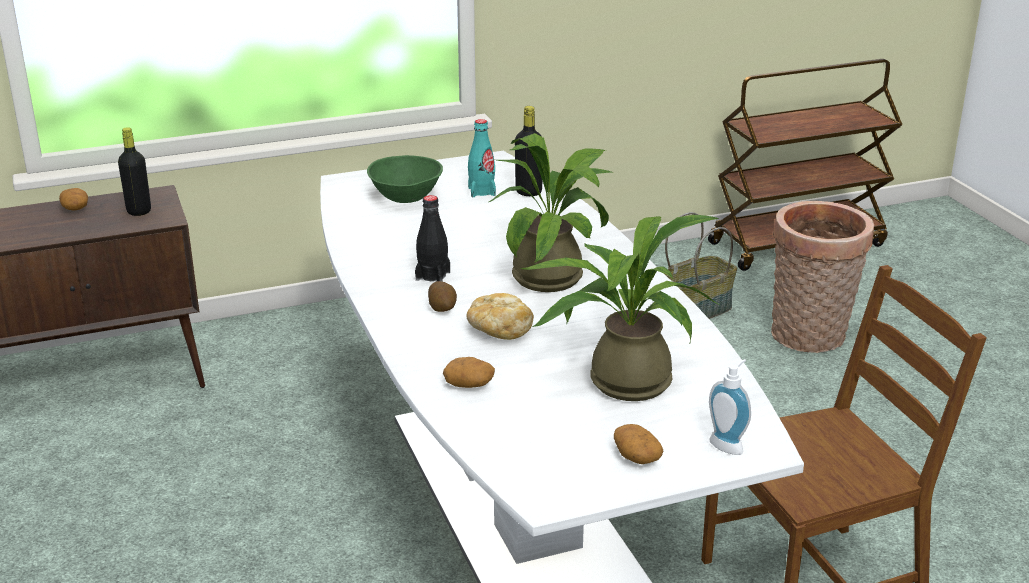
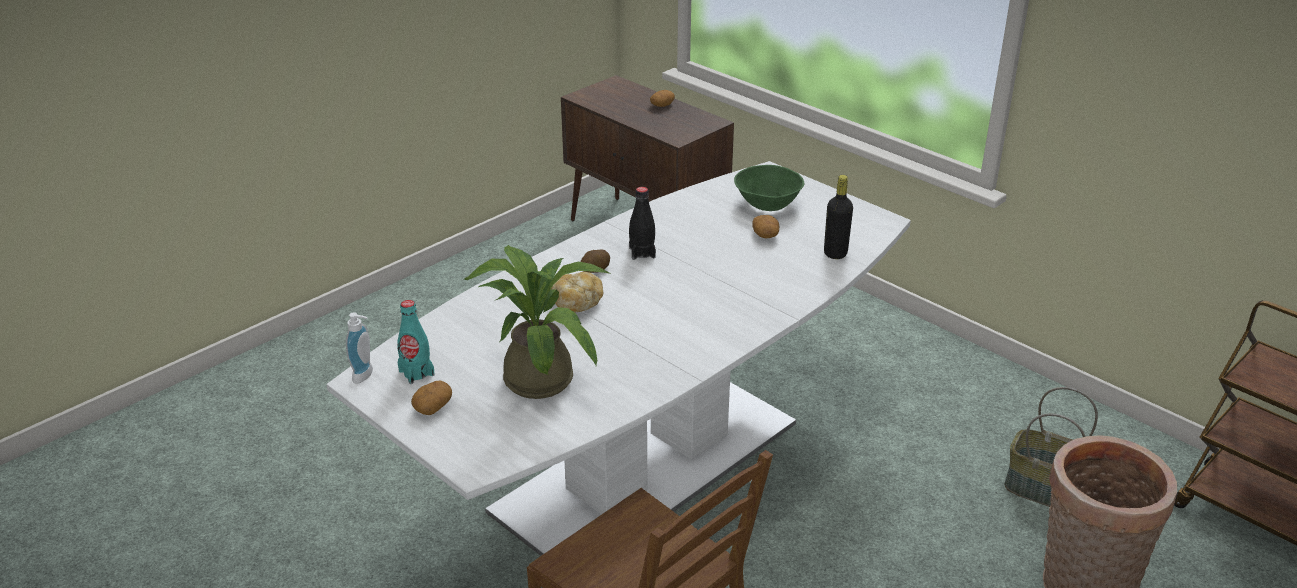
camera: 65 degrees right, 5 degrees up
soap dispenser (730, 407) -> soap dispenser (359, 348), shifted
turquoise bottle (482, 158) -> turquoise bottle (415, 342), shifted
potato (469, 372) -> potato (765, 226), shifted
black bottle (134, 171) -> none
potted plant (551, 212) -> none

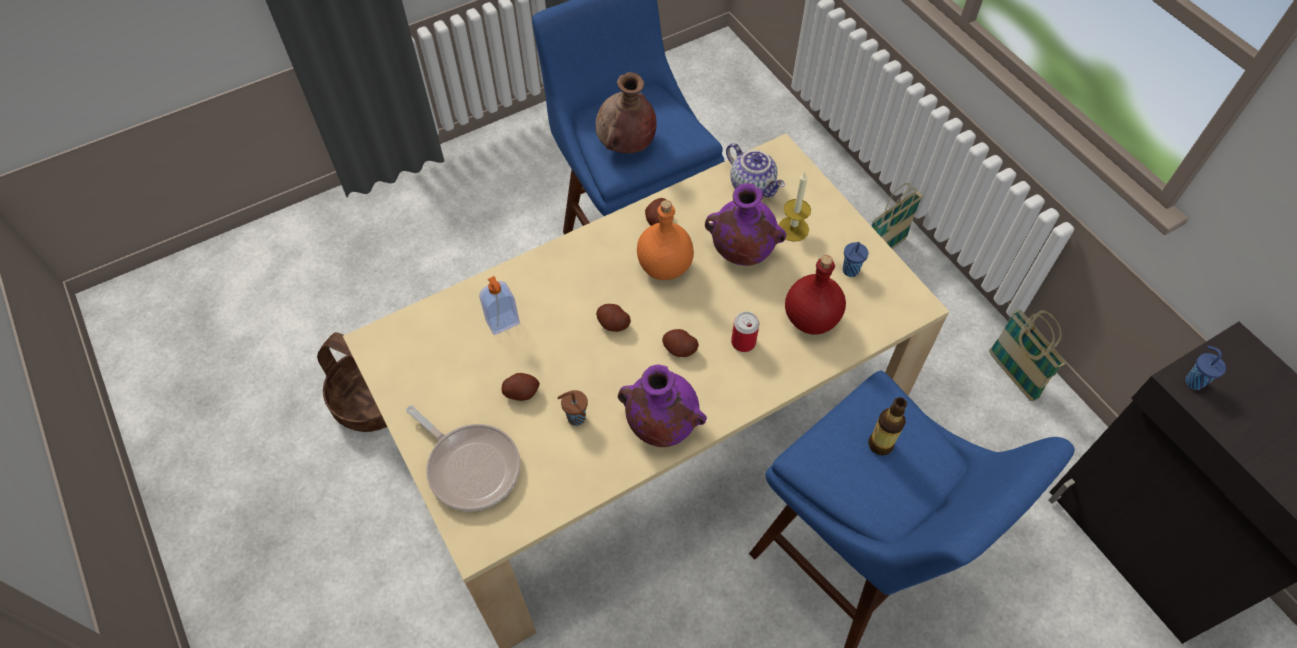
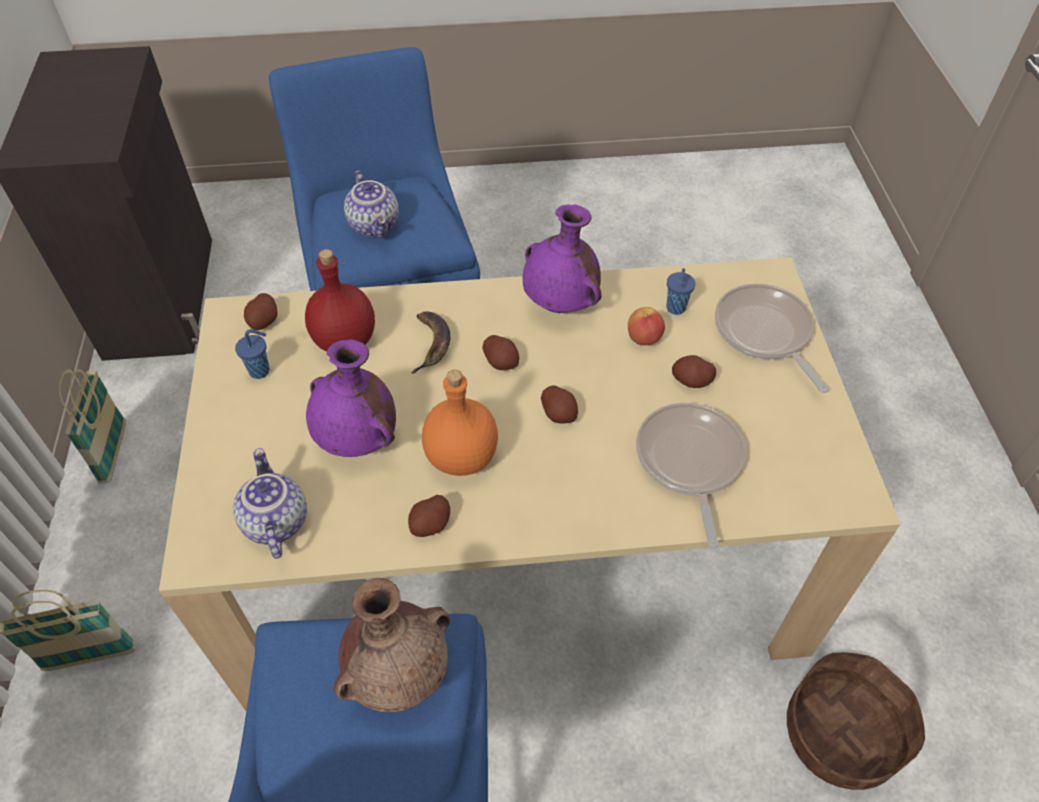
camera: 155 degrees left, 5 degrees down
none -> potato (260, 311)
bottle (887, 426) -> teapot (371, 204)
can (745, 332) -> banana (430, 342)
brown cup (572, 408) -> apple (646, 326)
soap dispenser (499, 305) -> frying pan (691, 476)
blue cup (1205, 368) -> blue cup (681, 291), shifted
candle (795, 207) -> none

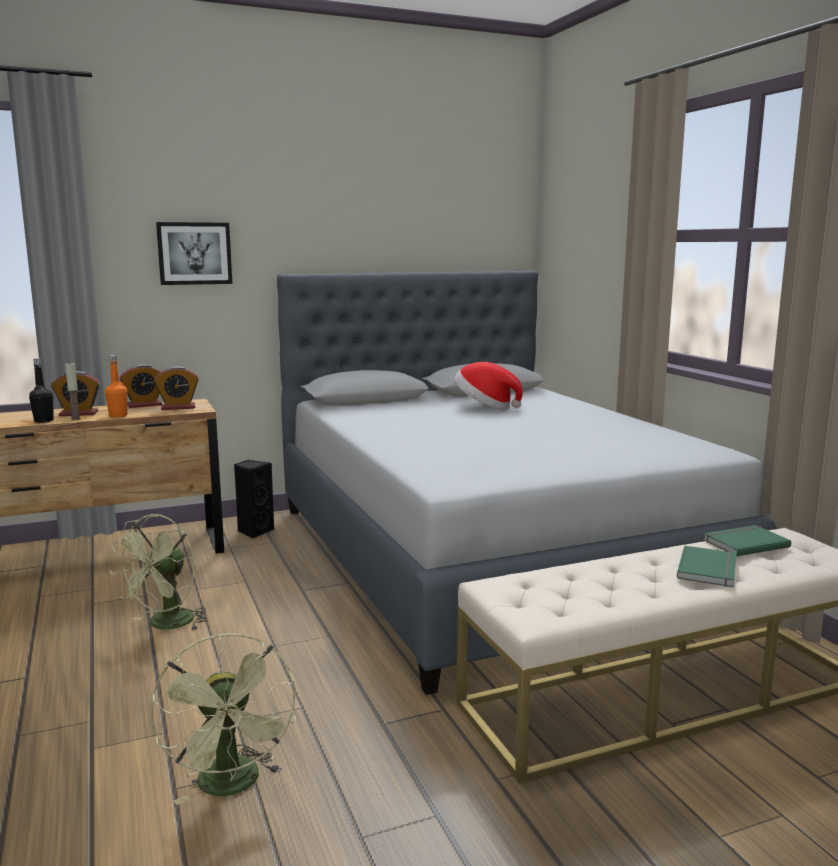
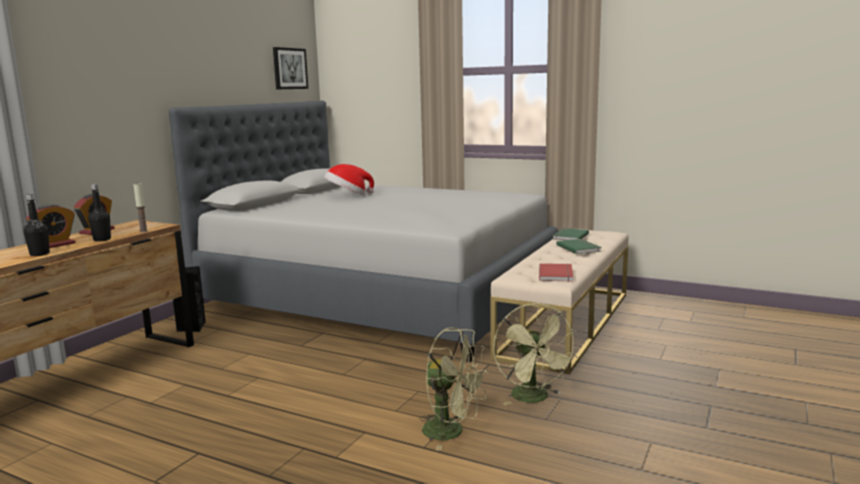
camera: 40 degrees left, 0 degrees up
orange bottle (116, 386) -> black bottle (99, 213)
candle (73, 391) -> candle (140, 207), shifted
picture (194, 253) -> picture (290, 68), shifted
green fan (159, 572) -> green fan (535, 354), shifted
none -> red book (556, 272)
alarm clock (176, 388) -> none

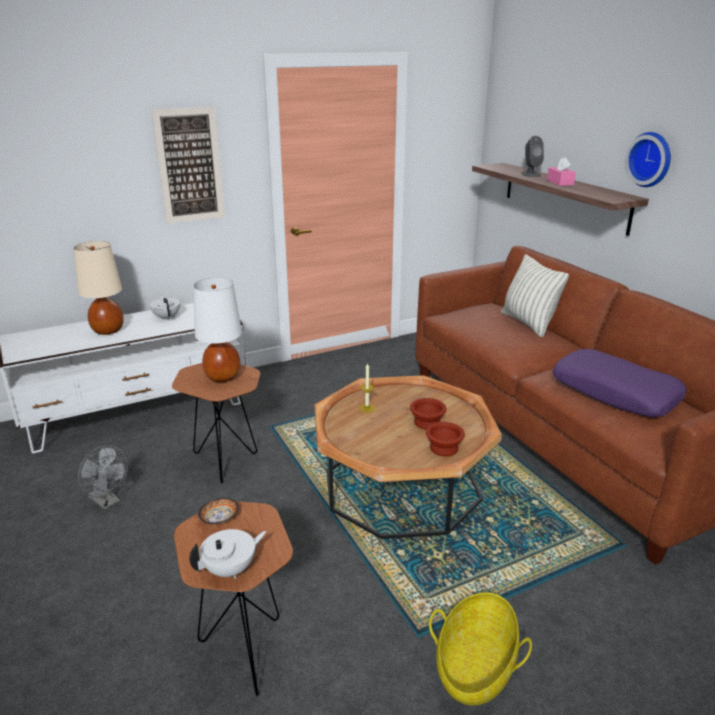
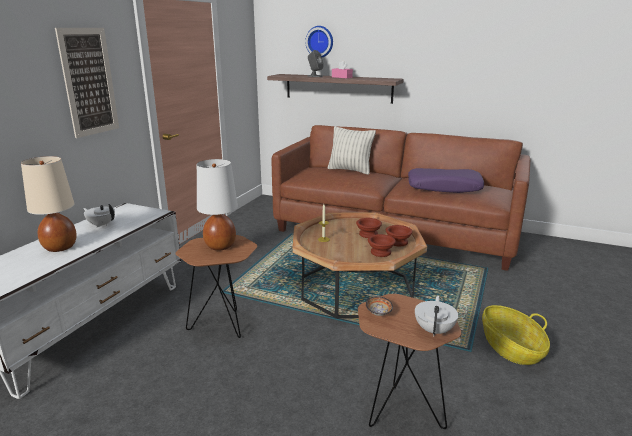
camera: 40 degrees left, 5 degrees down
wall clock (648, 159) -> wall clock (319, 41), shifted
none -> brown bowl (382, 245)
grey fan (103, 477) -> none

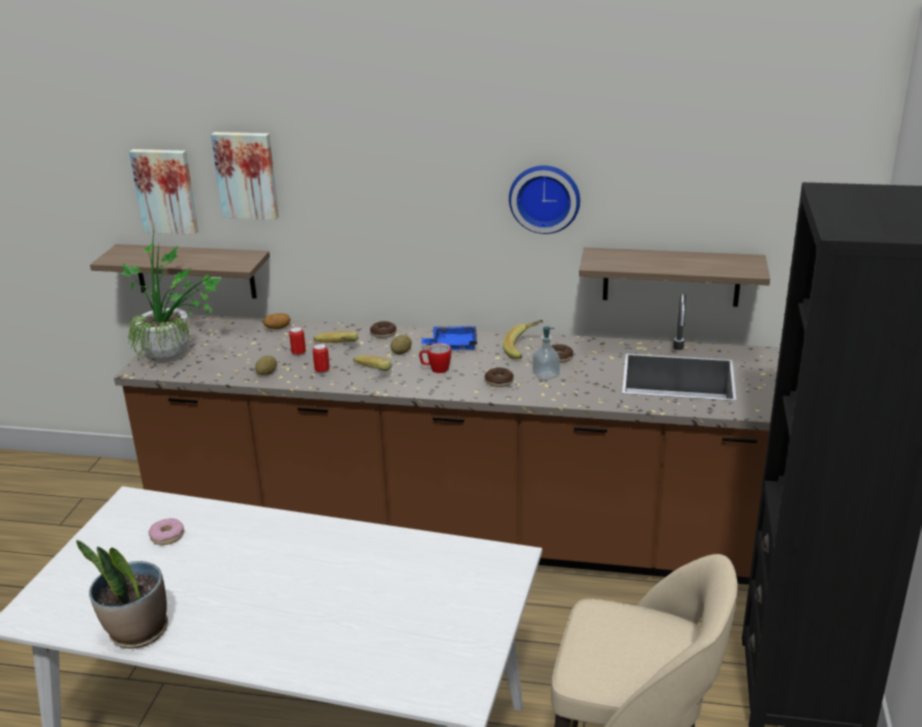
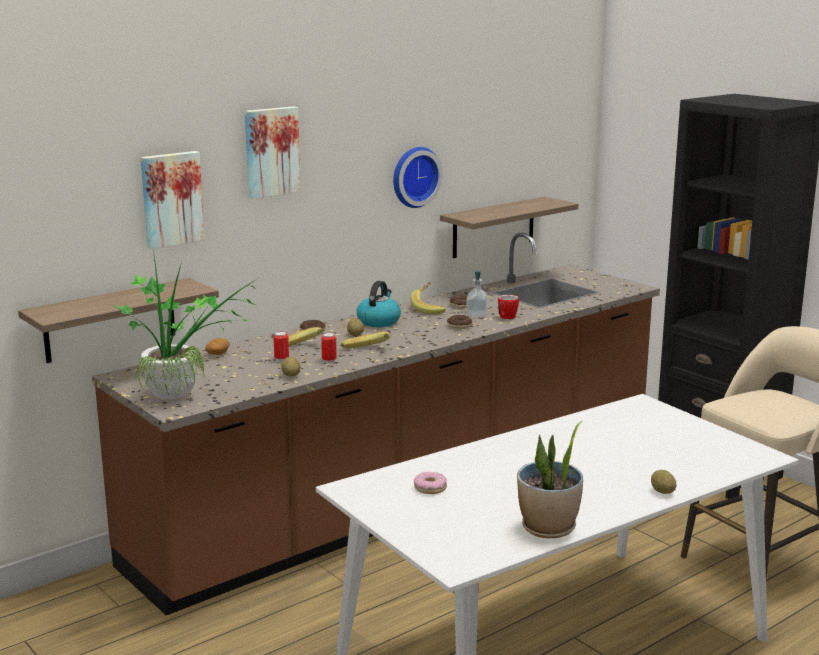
camera: 50 degrees left, 10 degrees down
picture (163, 192) -> picture (273, 152), shifted
blue tray (449, 338) -> kettle (379, 304)
mug (435, 358) -> mug (508, 307), shifted
none -> potato (663, 482)

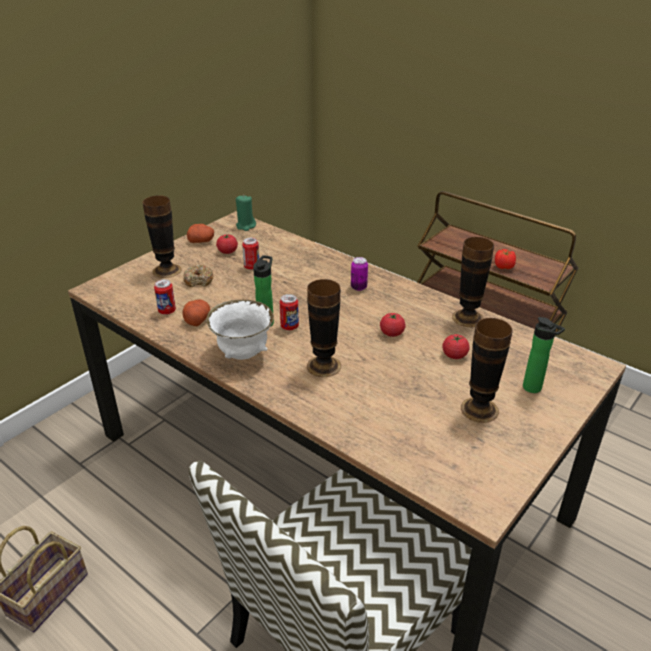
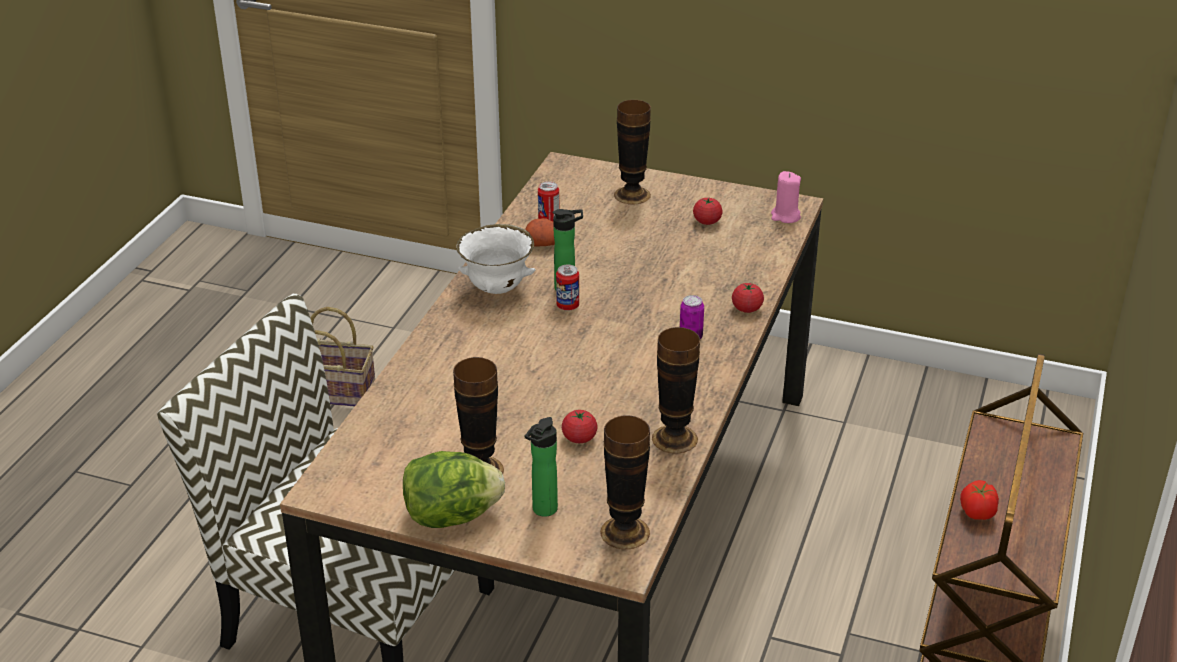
camera: 70 degrees right, 0 degrees up
none -> lettuce (454, 489)
vase (324, 328) -> vase (625, 482), shifted
tomato (393, 325) -> tomato (748, 298), shifted
green candle (246, 213) -> pink candle (786, 197)
donut (198, 276) -> none
potato (200, 233) -> none
can (250, 254) -> none

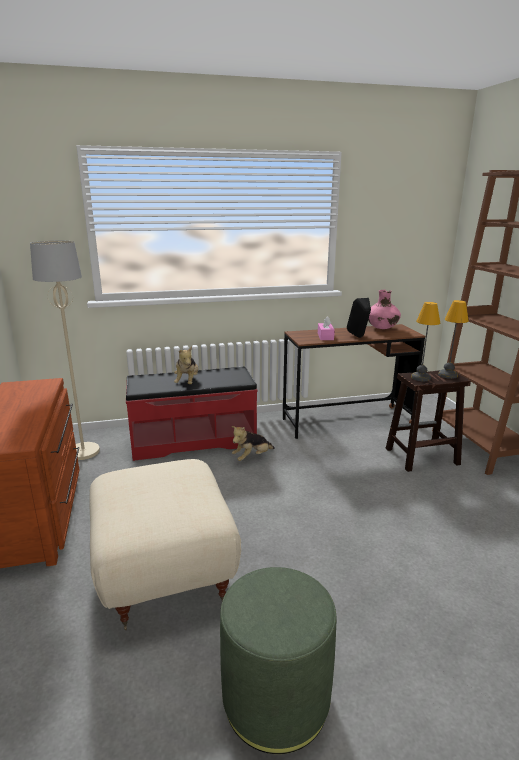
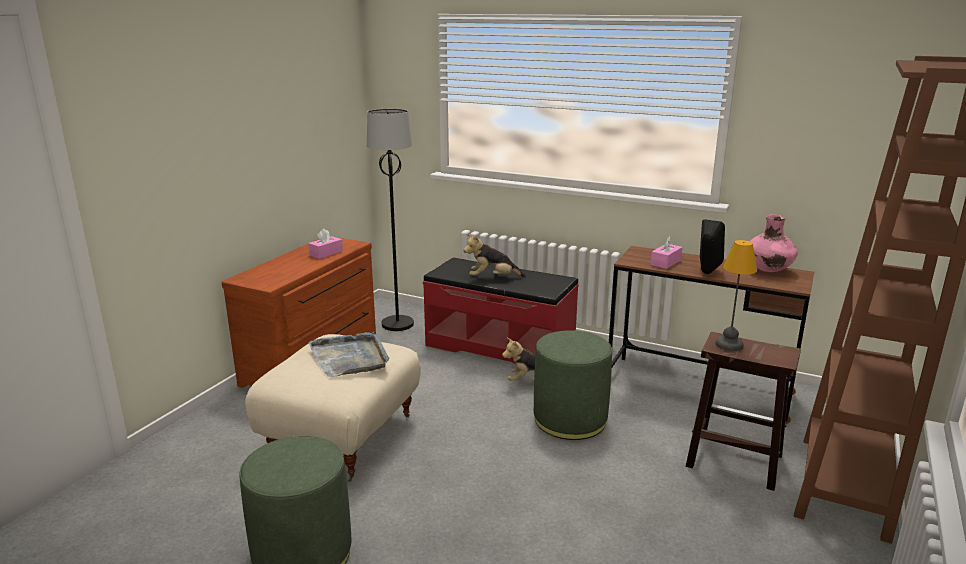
camera: 40 degrees right, 0 degrees up
none -> pink tissue box (325, 244)
none -> grey tray (349, 354)
beige floor lamp (65, 350) -> black floor lamp (390, 220)
plush toy (186, 365) -> plush toy (495, 255), 45 degrees clockwise
none -> green ottoman (573, 385)
table lamp (453, 339) -> none

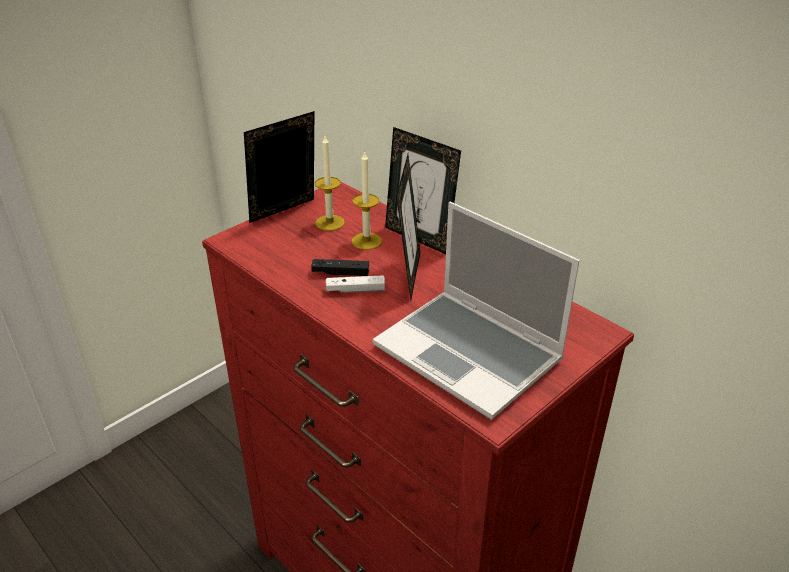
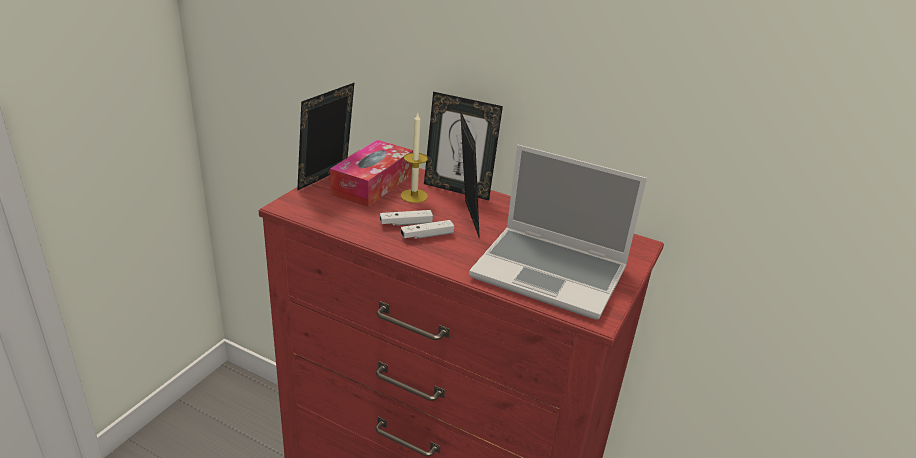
camera: 20 degrees left, 5 degrees down
candle (330, 183) -> tissue box (371, 173)
black game controller (340, 267) -> white game controller (406, 218)

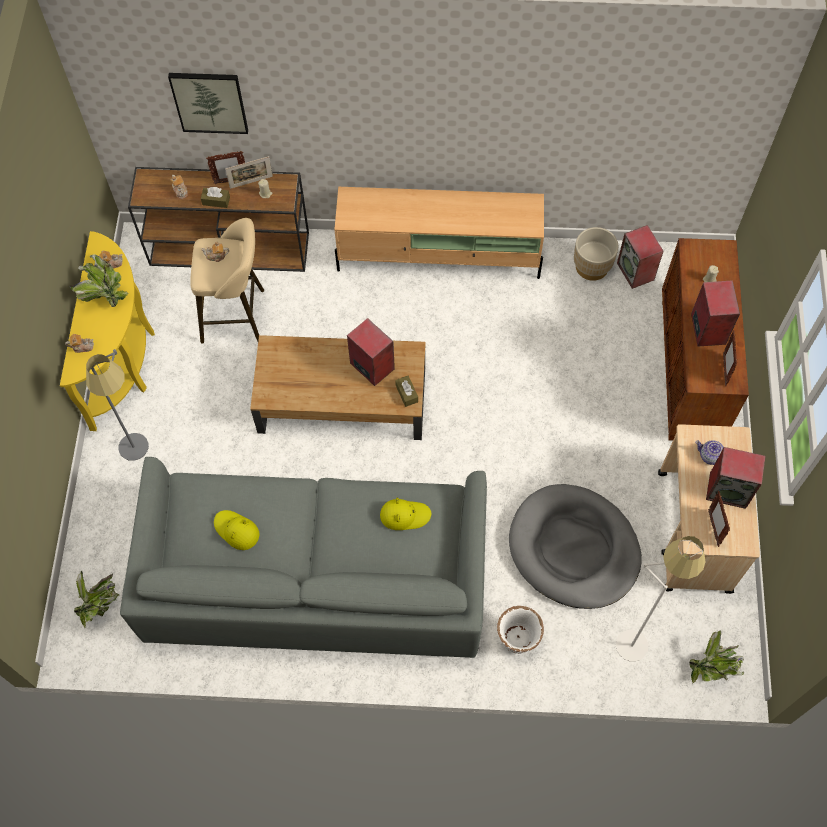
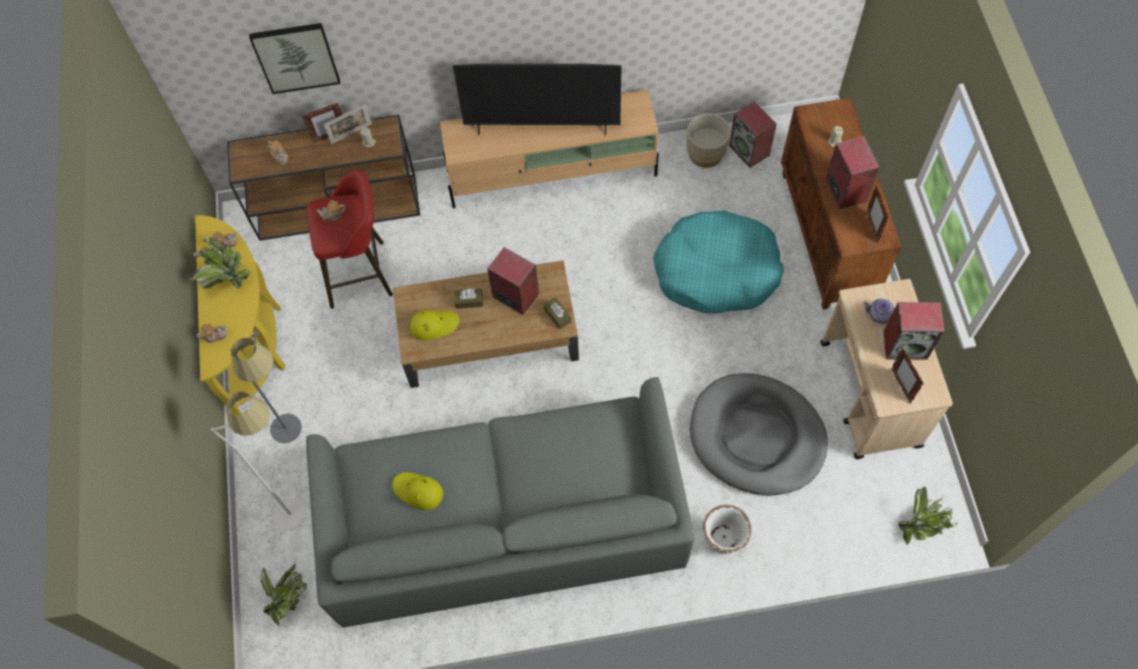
camera: 10 degrees left, 0 degrees up
white floor lamp (661, 599) -> white floor lamp (258, 461), shifted
beige stool (227, 281) -> red stool (350, 239)
yellow hat (405, 514) -> yellow hat (434, 324), shifted
none -> television (537, 100)
brown tissue box (215, 197) -> brown tissue box (468, 299), shifted
none -> turquoise dog bed (718, 261)

